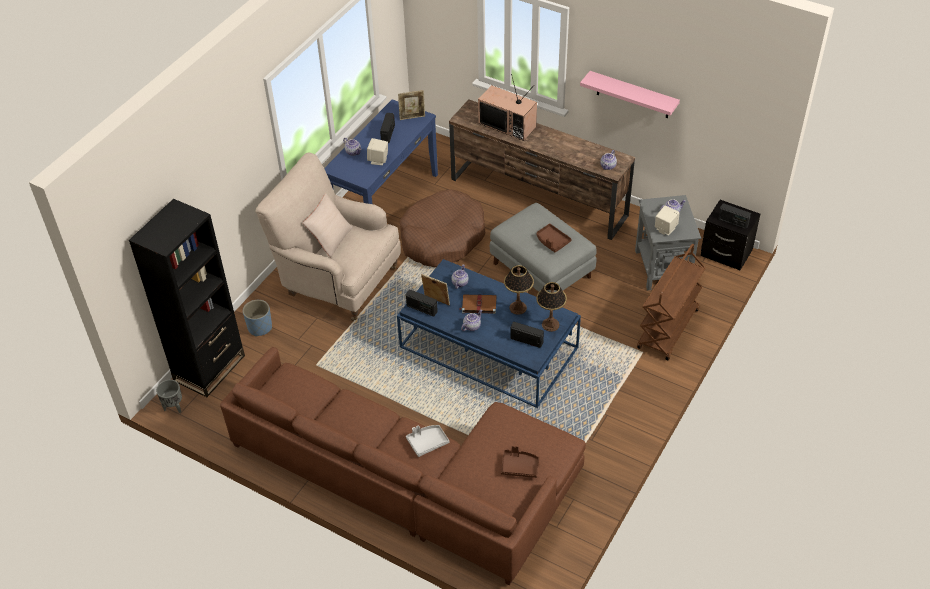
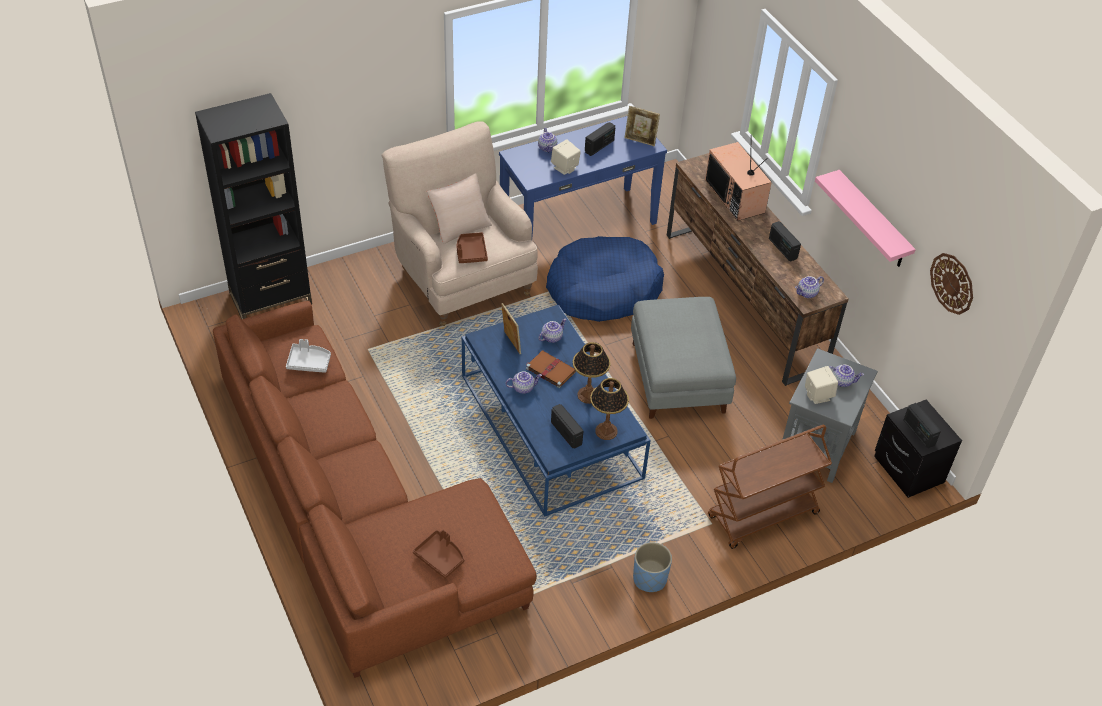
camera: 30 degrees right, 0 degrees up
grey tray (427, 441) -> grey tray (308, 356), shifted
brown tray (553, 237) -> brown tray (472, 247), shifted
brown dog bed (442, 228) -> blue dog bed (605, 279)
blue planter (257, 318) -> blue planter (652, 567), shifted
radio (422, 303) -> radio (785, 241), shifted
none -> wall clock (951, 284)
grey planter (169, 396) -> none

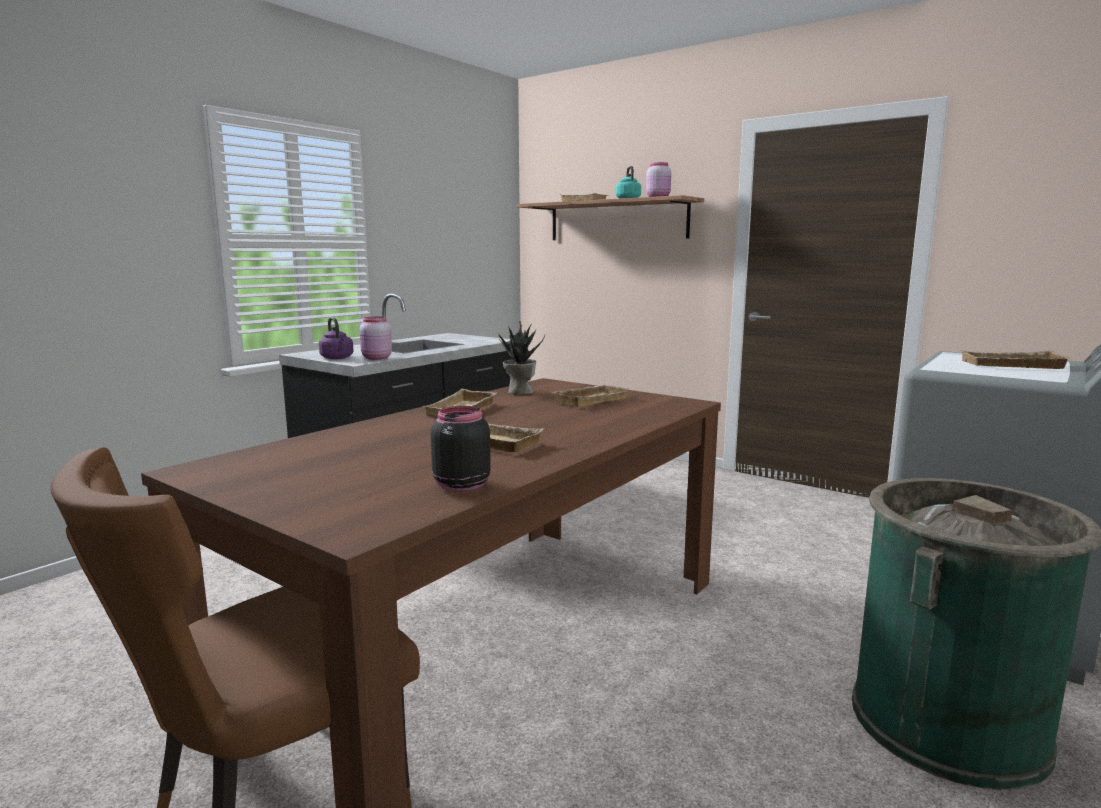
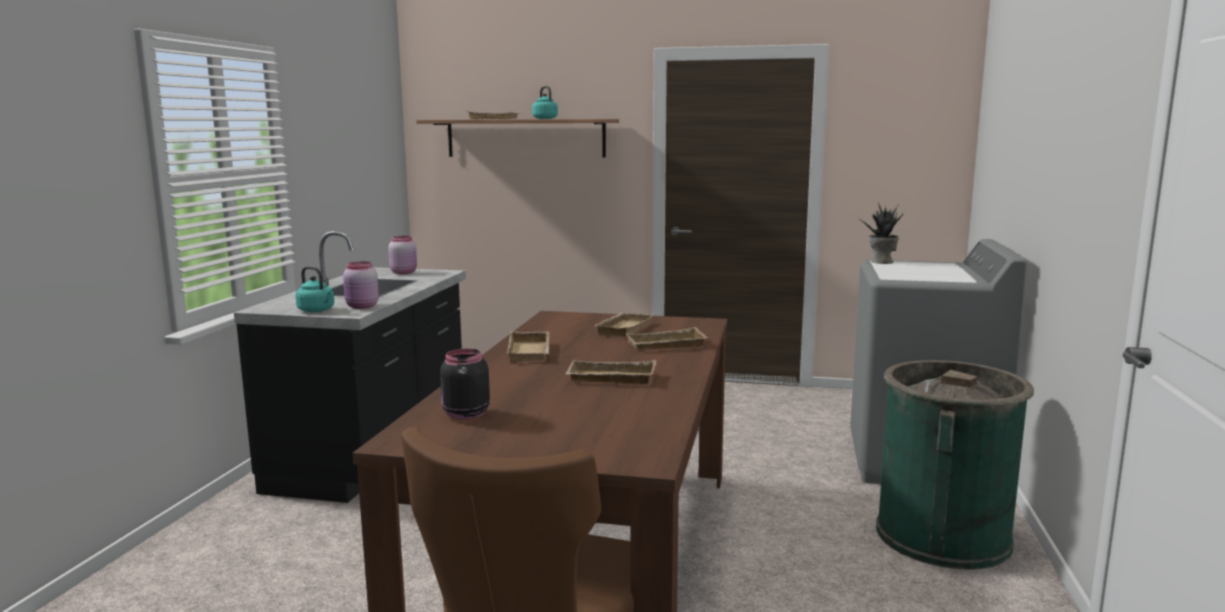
camera: 25 degrees left, 0 degrees up
purple kettle (336, 338) -> turquoise kettle (314, 289)
pink jar (658, 179) -> pink jar (402, 255), shifted
black jar (461, 449) -> black jar (465, 384), shifted
beige tray (1016, 359) -> beige tray (666, 338), shifted
potted plant (522, 358) -> potted plant (882, 233), shifted

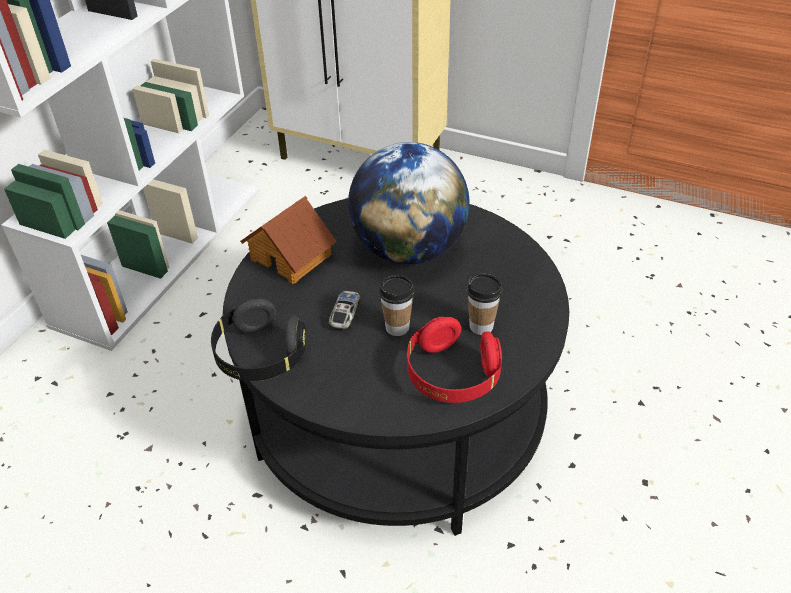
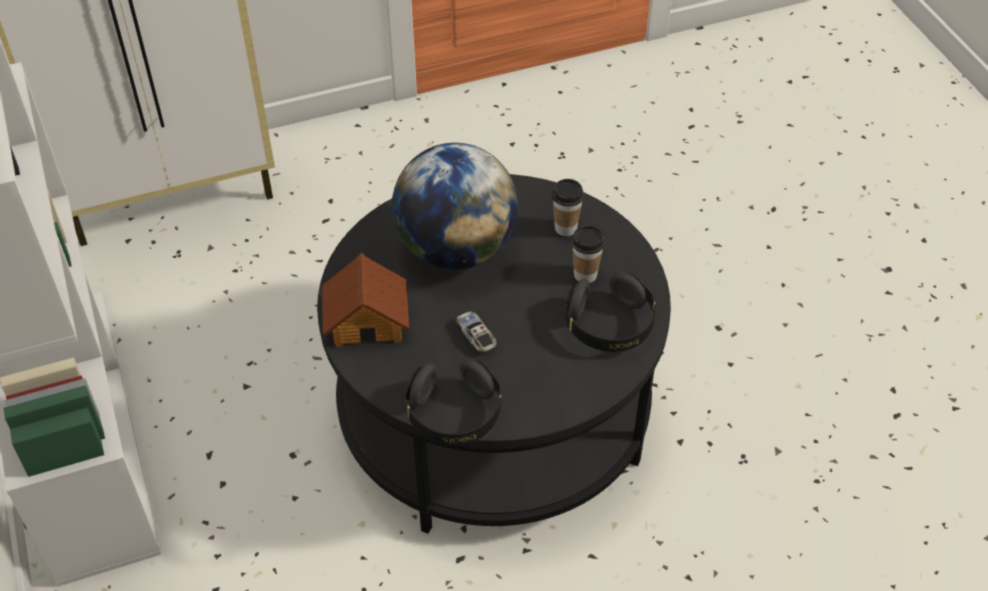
camera: 45 degrees left, 5 degrees up
cup (396, 305) -> cup (568, 207), shifted
red headphones (454, 360) -> black headphones (610, 312)

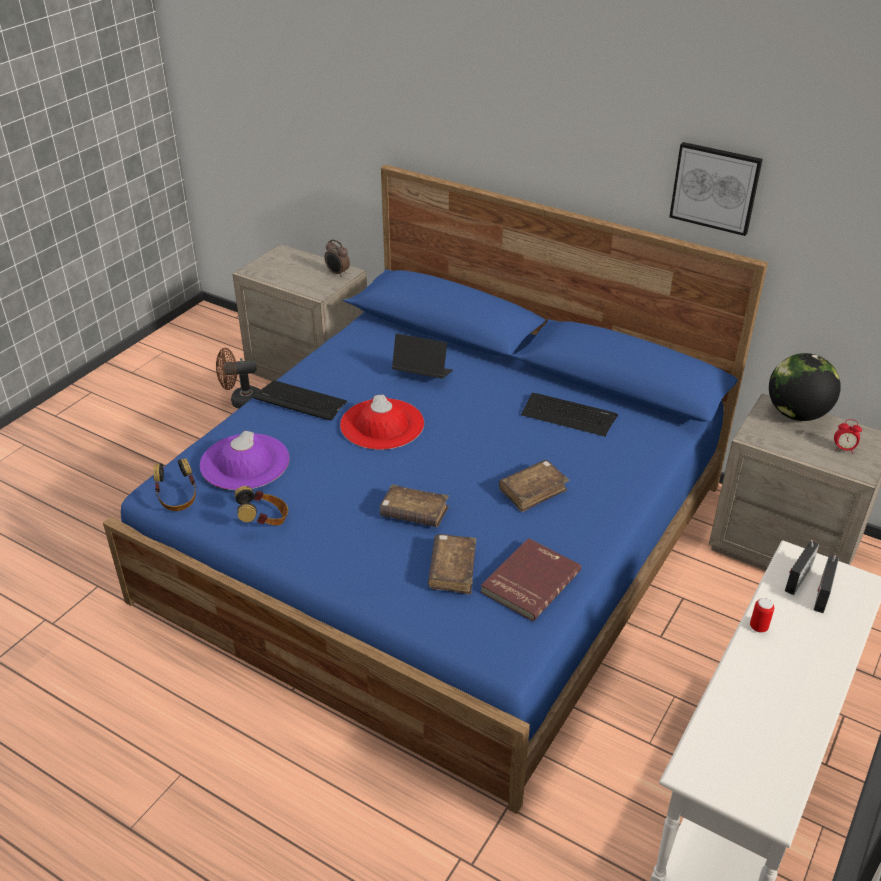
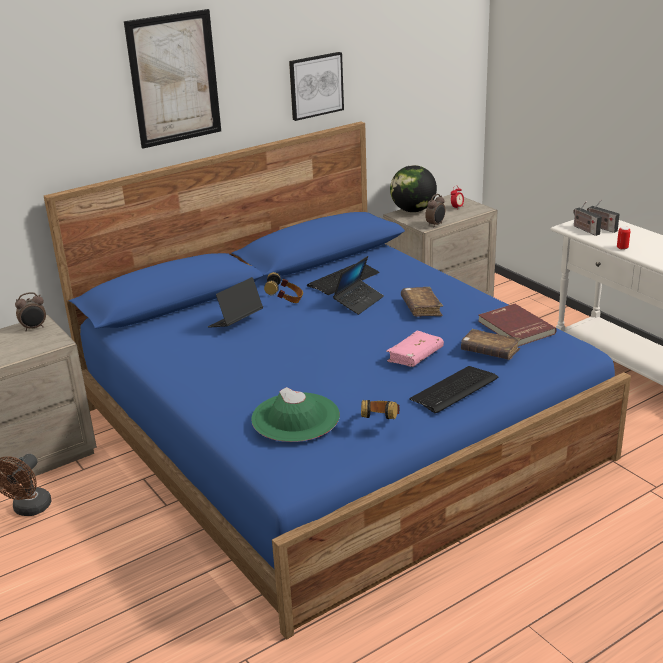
camera: 65 degrees left, 10 degrees down
none -> picture (172, 79)
purple hat (245, 460) -> green hat (295, 414)
headphones (175, 484) -> headphones (283, 287), shifted
none -> laptop (358, 285)
brown book (414, 505) -> pink book (415, 349)
keyboard (300, 400) -> keyboard (453, 389), shifted
none -> alarm clock (435, 211)
red hat (382, 422) -> none

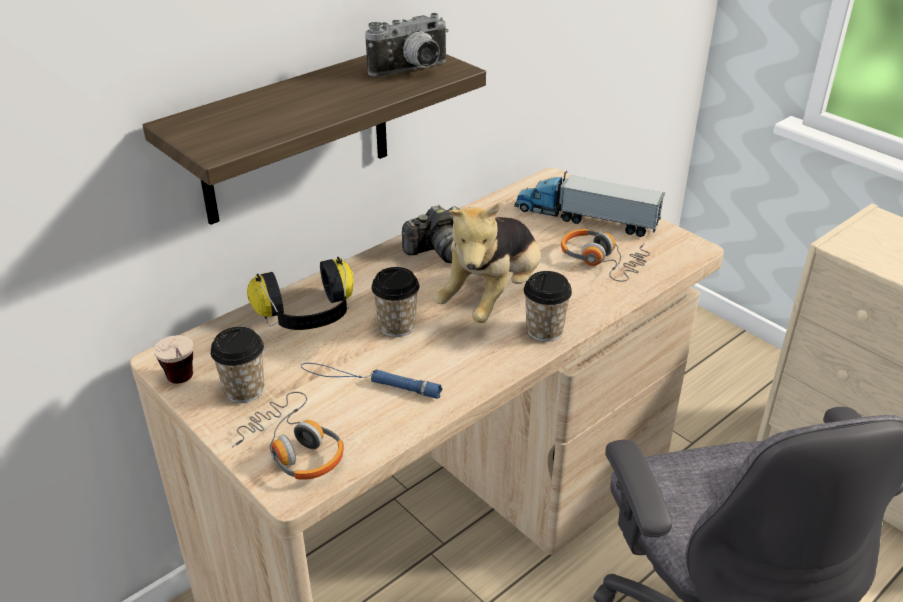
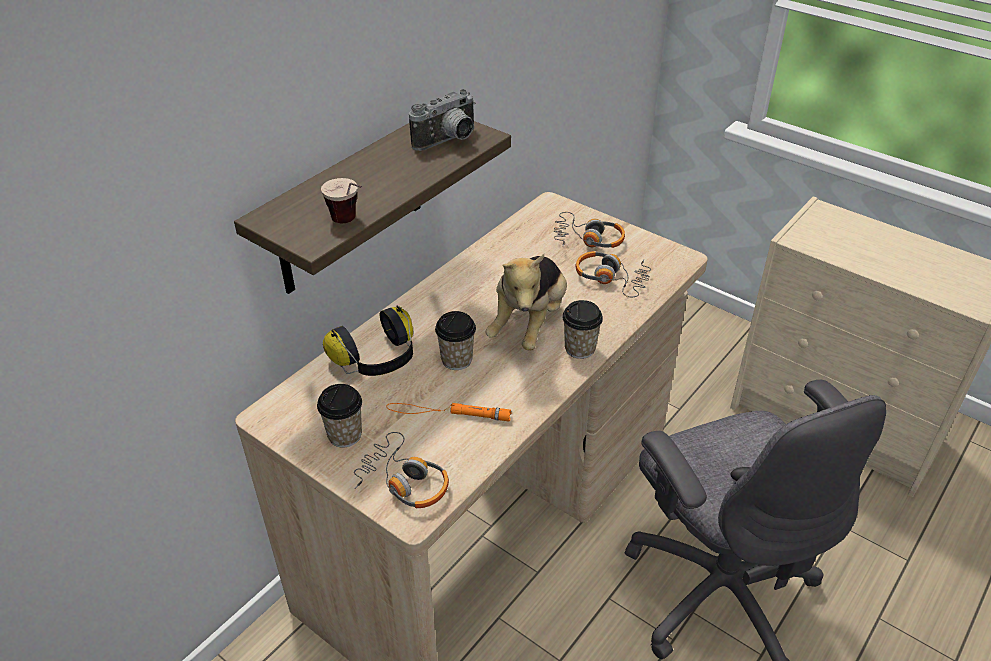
camera: 10 degrees left, 5 degrees up
cup (173, 359) -> cup (341, 200), shifted
blue flashlight (371, 381) -> orange flashlight (449, 412)
toy truck (589, 204) -> headphones (589, 230)
photo camera (431, 234) -> none

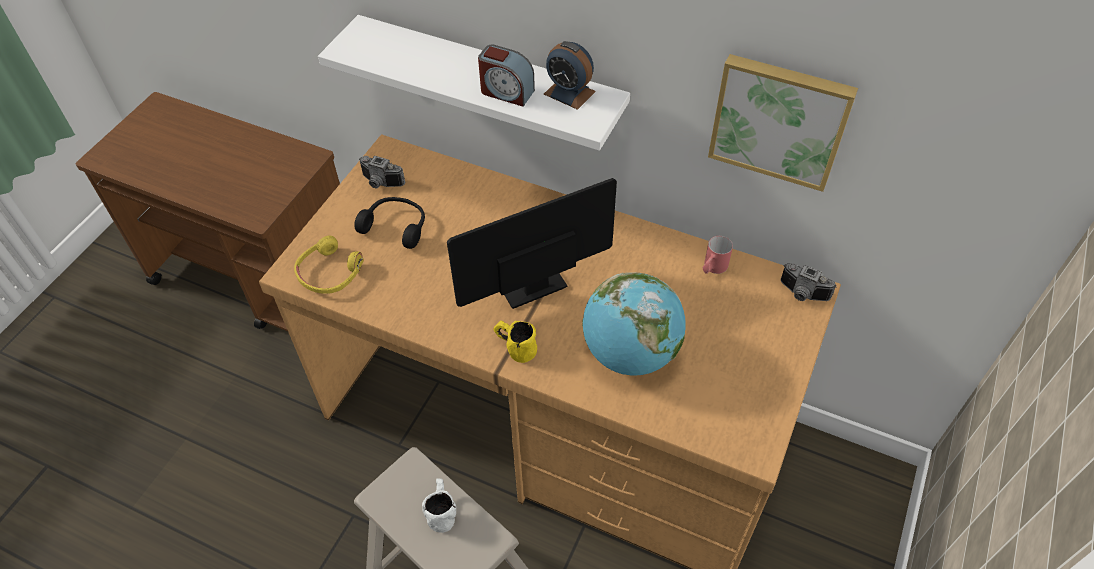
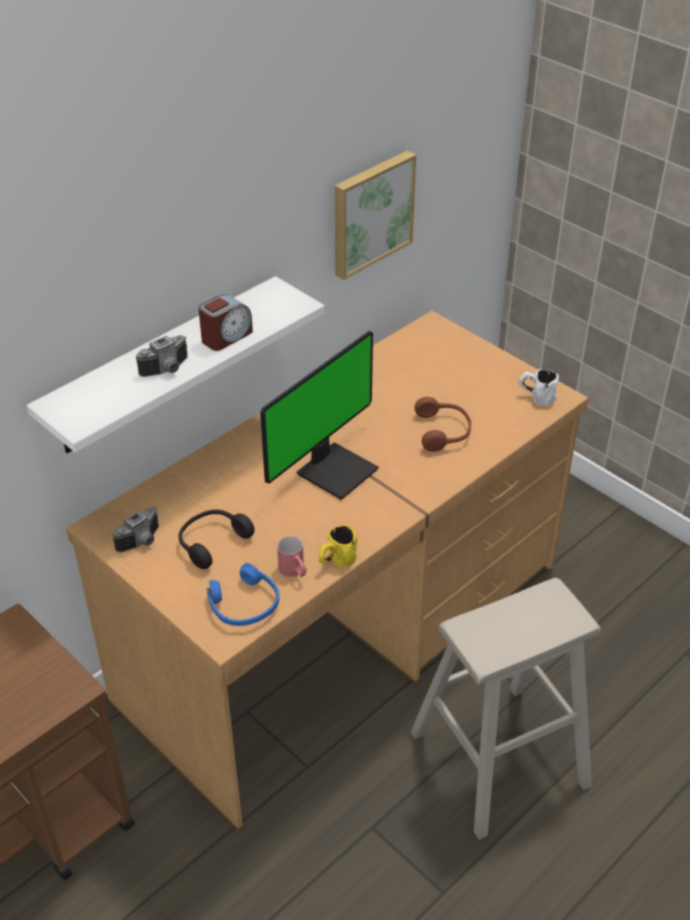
camera: 70 degrees left, 10 degrees down
photo camera (809, 282) -> photo camera (162, 356), shifted
yellow headphones (329, 265) -> blue headphones (242, 594)
monitor (532, 243) -> monitor (319, 415), 135 degrees counterclockwise
red mug (718, 255) -> red mug (292, 556), shifted
yellow mug (515, 342) -> yellow mug (337, 546), shifted
globe (634, 324) -> brown headphones (442, 424)
white mug (439, 505) -> white mug (538, 387), shifted
alarm clock (570, 75) -> none

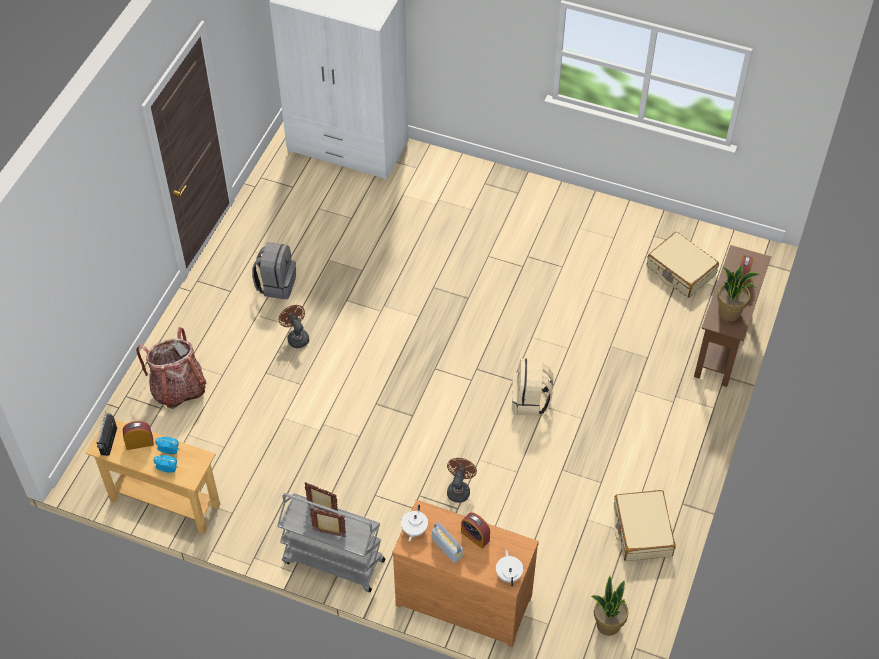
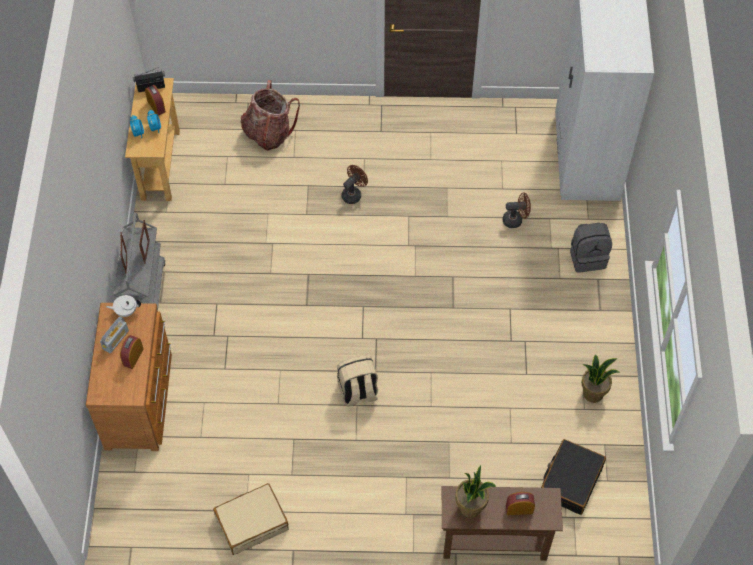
camera: 70 degrees right, 5 degrees up
brown fan (462, 480) -> brown fan (517, 210), shifted
beige suitcase (683, 265) -> black suitcase (573, 477)
grey backpack (274, 270) -> grey backpack (591, 247), shifted
potted plant (610, 606) -> potted plant (601, 379), shifted
white teapot (509, 567) -> none

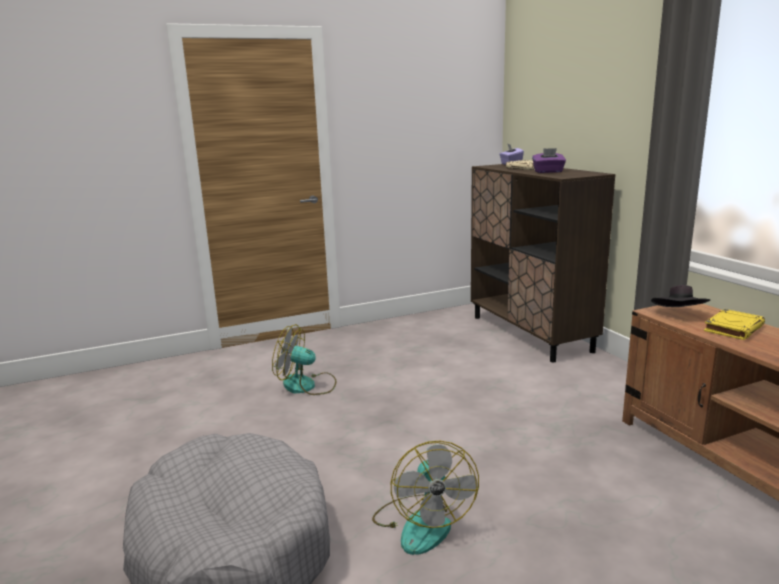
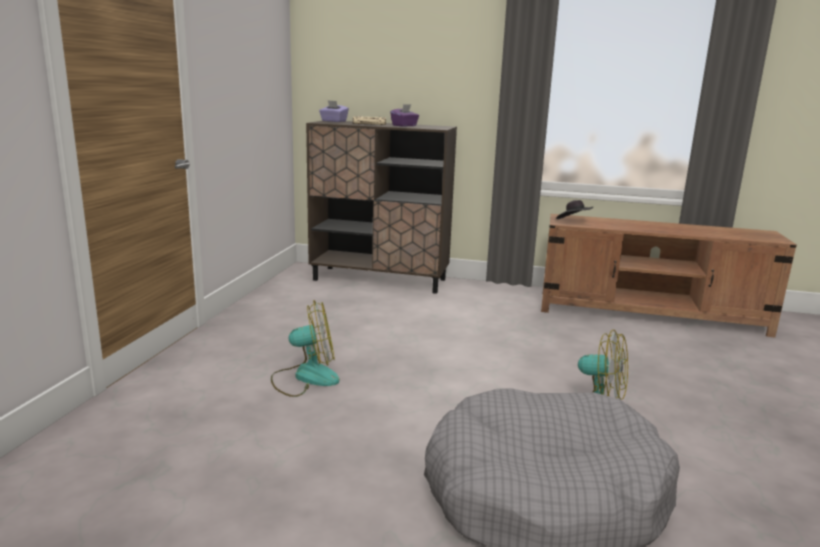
camera: 55 degrees left, 0 degrees up
fan (304, 359) -> fan (305, 348), 150 degrees counterclockwise
yellow book (734, 324) -> none

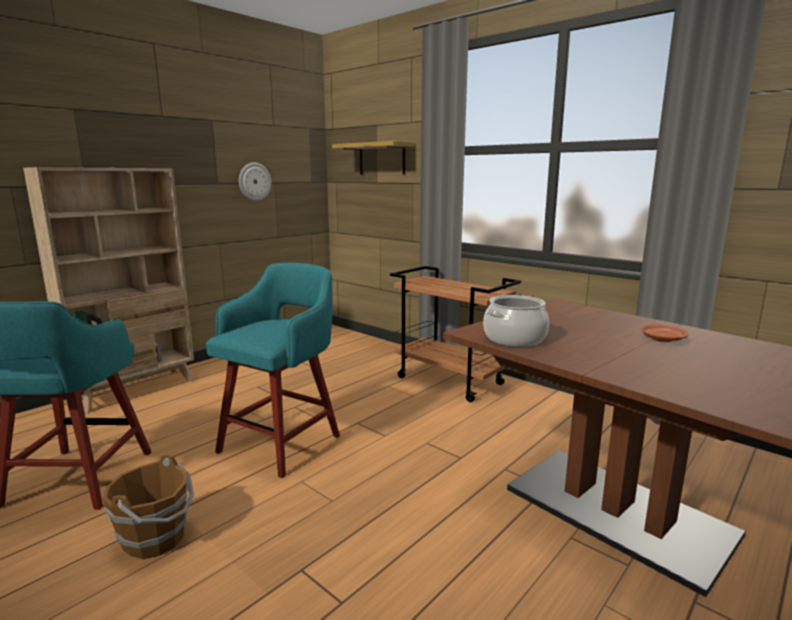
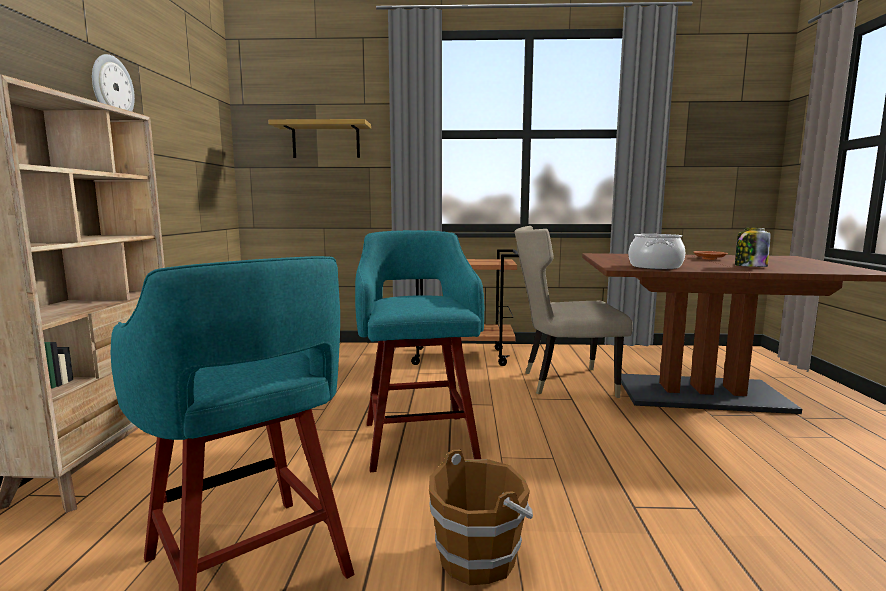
camera: 40 degrees left, 5 degrees down
wall clock (255, 181) -> wall clock (113, 83), shifted
none -> beige chair (574, 312)
none -> jar (752, 247)

